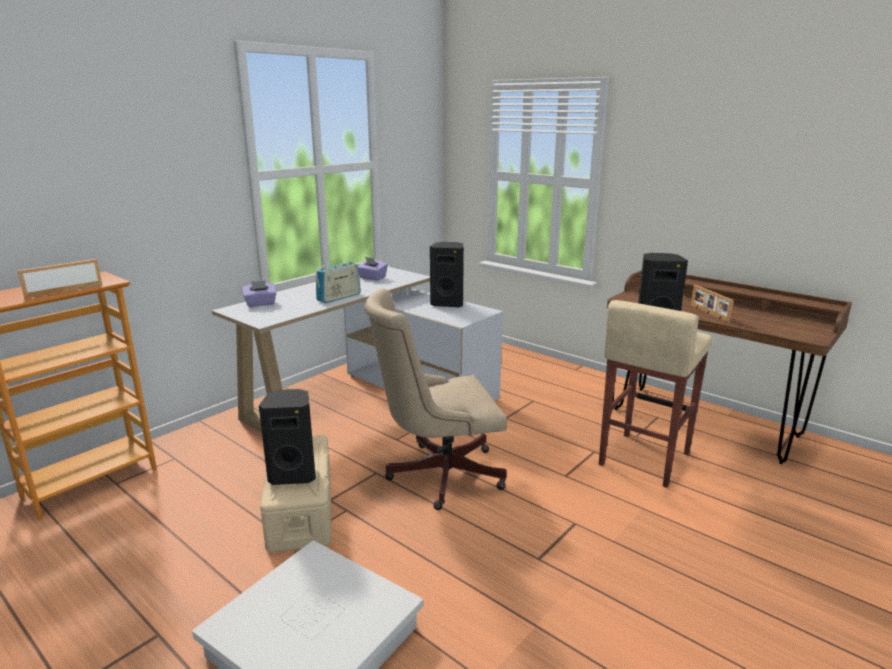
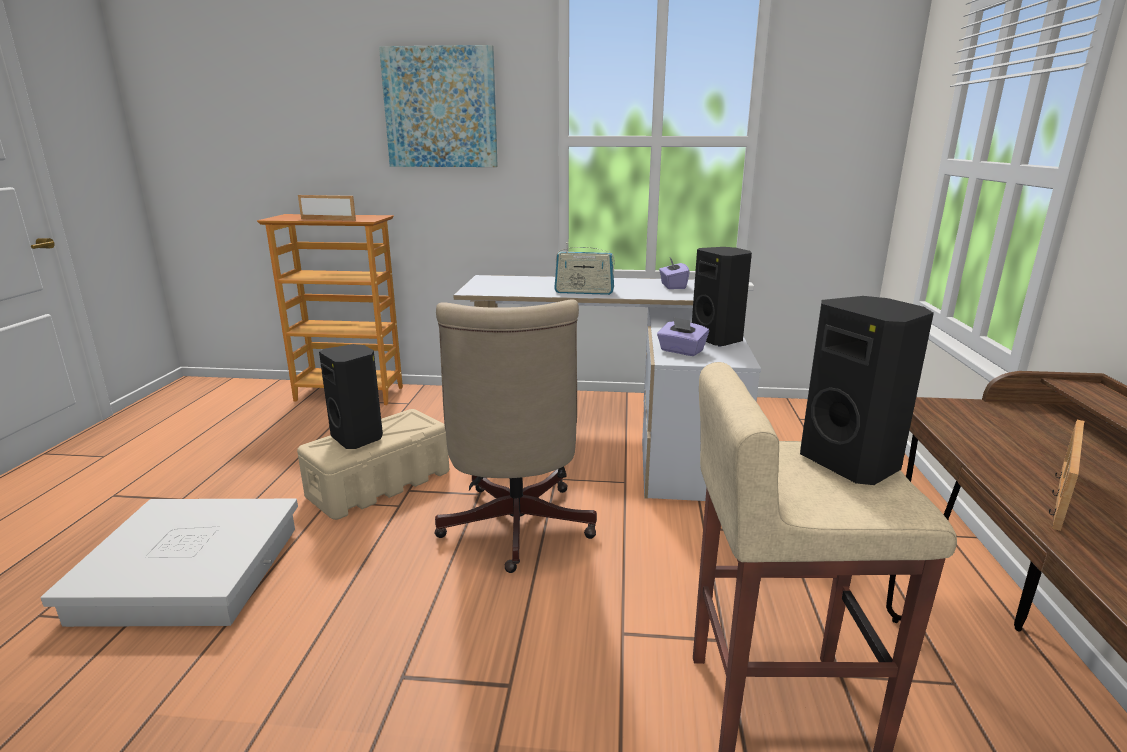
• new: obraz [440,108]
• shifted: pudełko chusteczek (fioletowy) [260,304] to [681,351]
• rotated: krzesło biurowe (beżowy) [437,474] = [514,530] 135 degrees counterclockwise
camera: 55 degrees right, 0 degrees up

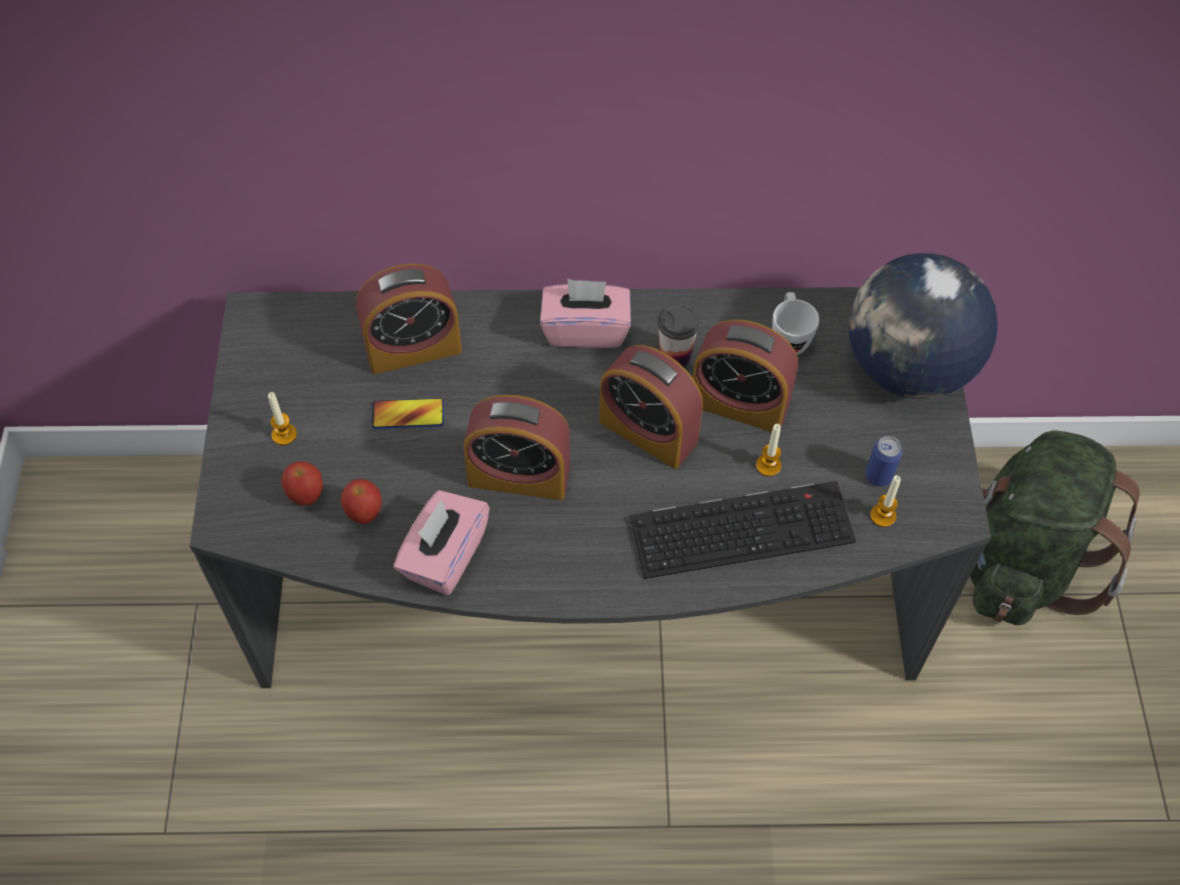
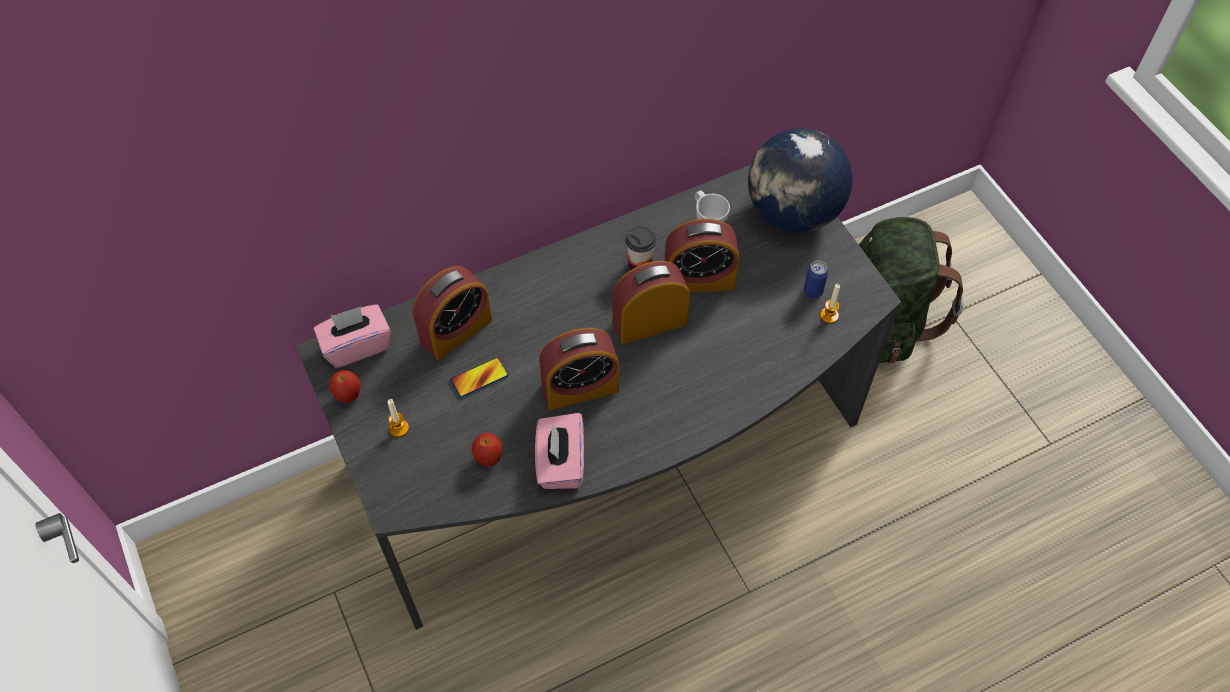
• gone: klawiatura [743,527]
• gone: świeca [768,465]
• shifted: jabłko [306,496] to [348,396]
• shifted: pudełko chusteczek (różowy) [585,329] to [357,345]
• rotated: budzik [648,431] = [650,322] 150 degrees clockwise
camera: 25 degrees left, 0 degrees up

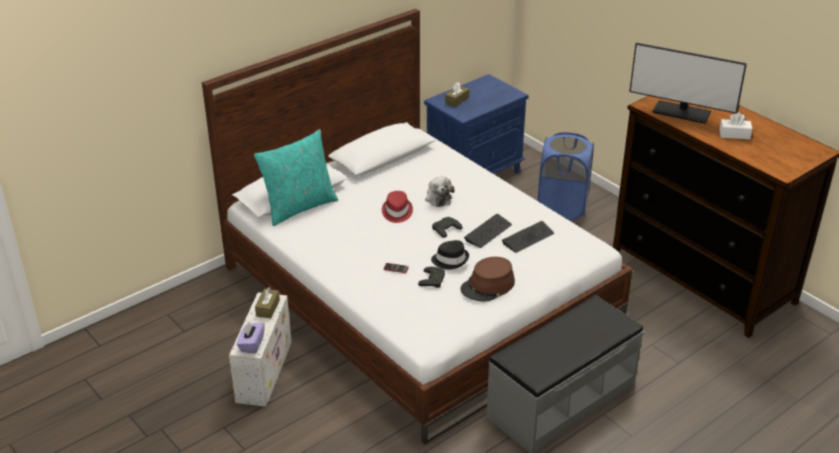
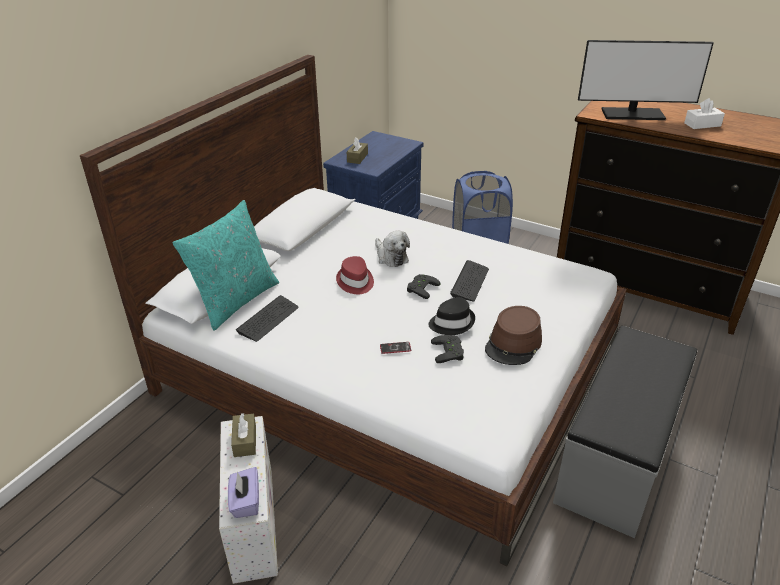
• shifted: klawiatura [528,238] to [268,319]
camera: 20 degrees left, 0 degrees up

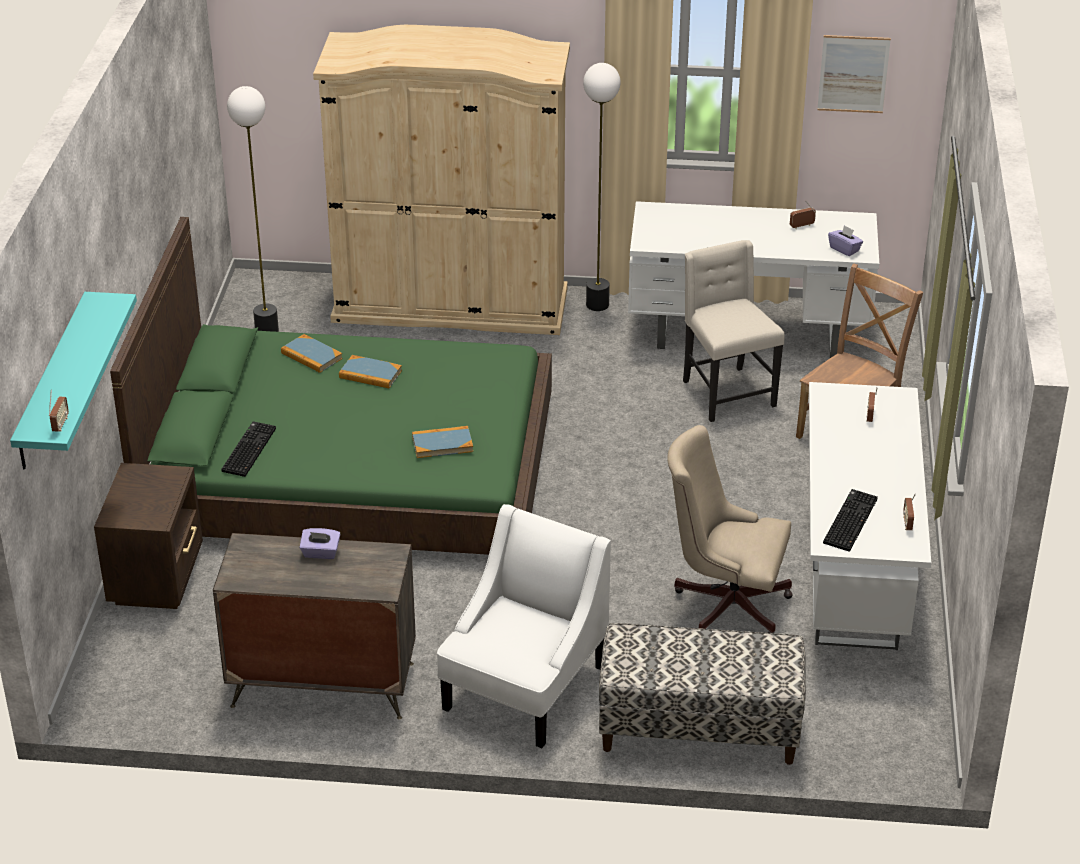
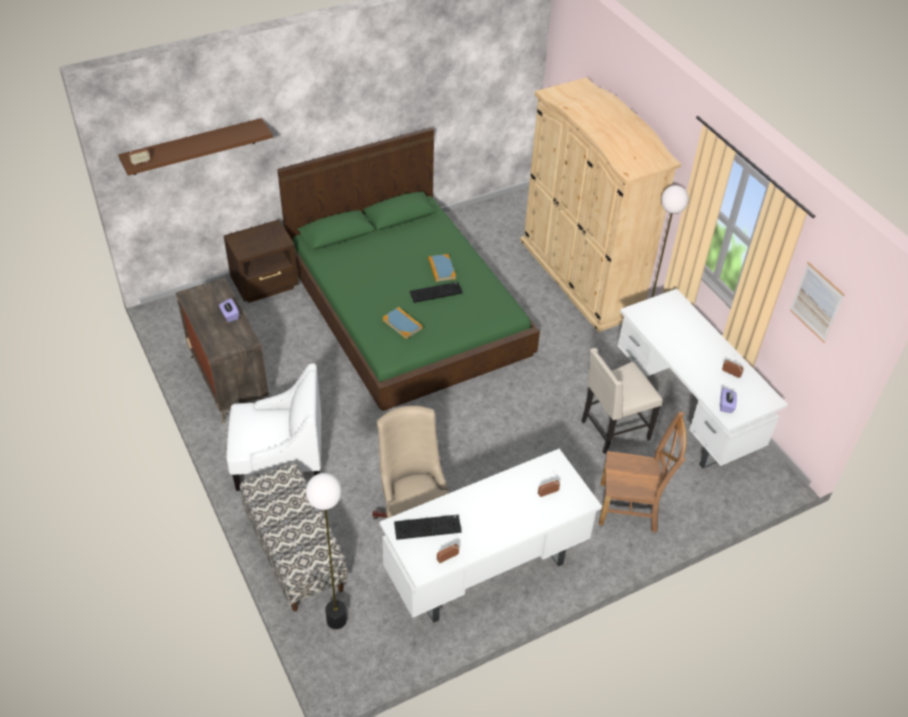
• gone: książka [311,356]
• shifted: klawiatura [248,449] to [436,292]
• shifted: lampa stojąca [266,330] to [337,620]
• repainted: półka (turkusowy) [52,382] to półka (brązowy) [193,147]
• rotated: krzesło (beżowy) [726,393] = [613,430] 150 degrees counterclockwise
camera: 55 degrees right, 10 degrees up

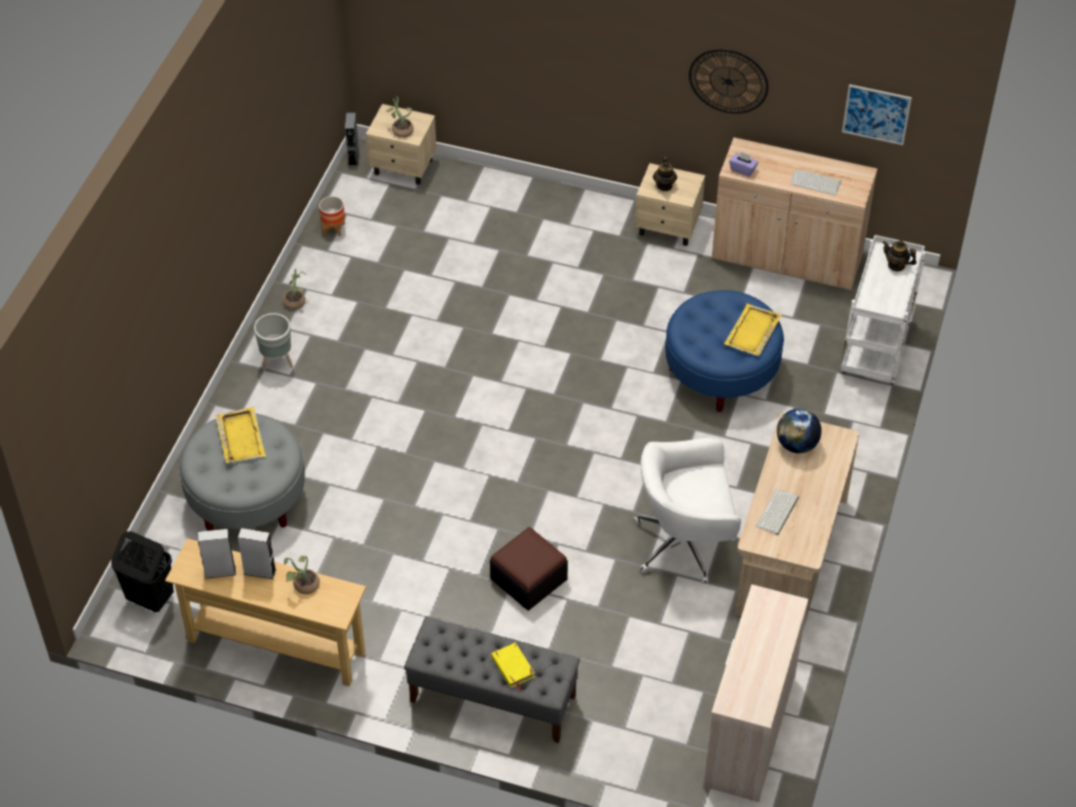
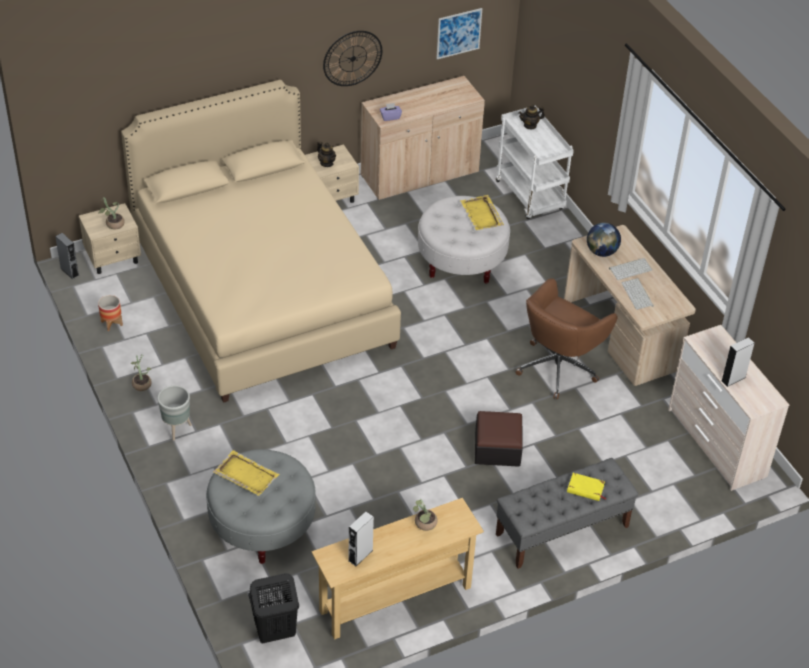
• new: łóżko (beżowy) [262,292]
• shifted: głośnik (szary) [260,572] to [733,379]
• shifted: klawiatura [816,182] to [630,269]
• repainted: krzesło biurowe (biały) [685,543] to krzesło biurowe (brązowy) [559,367]
• repainted: pufa (niebieski) [721,372] to pufa (biały) [461,260]
camera: 45 degrees left, 5 degrees down

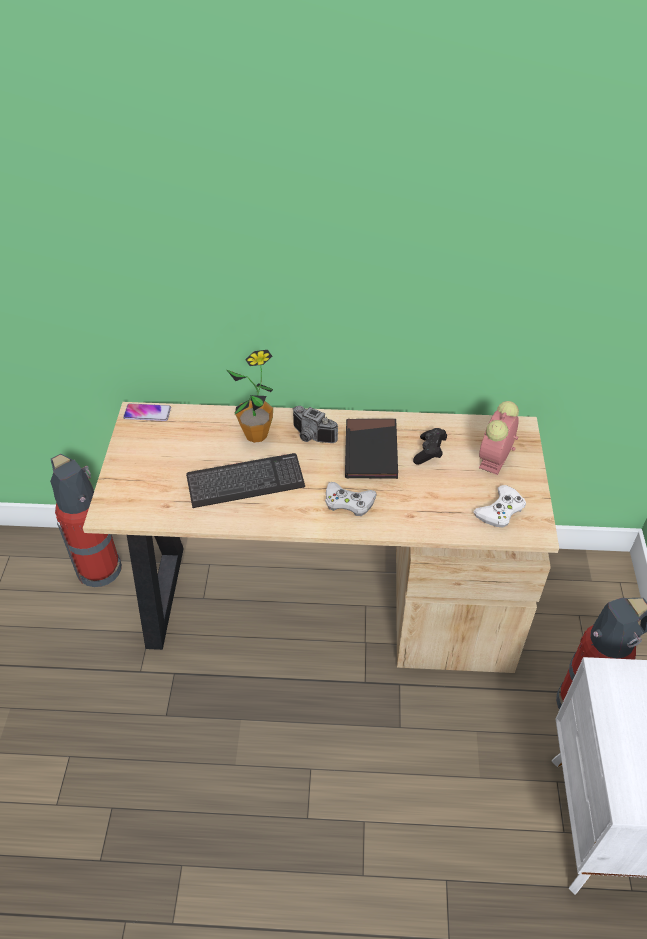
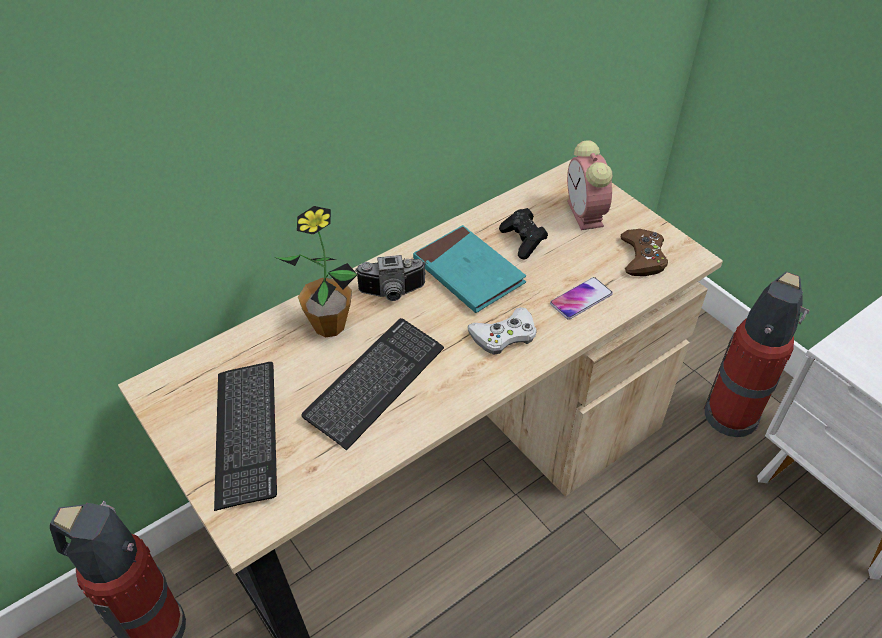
• new: klawiatura [246,434]
• shifted: telefon [147,413] to [581,299]
• repainted: książka (czarny) [371,451] to książka (turkusowy) [468,272]
• repainted: pad do gier (biały) [500,510] to pad do gier (brązowy) [642,257]
camera: 40 degrees left, 0 degrees up

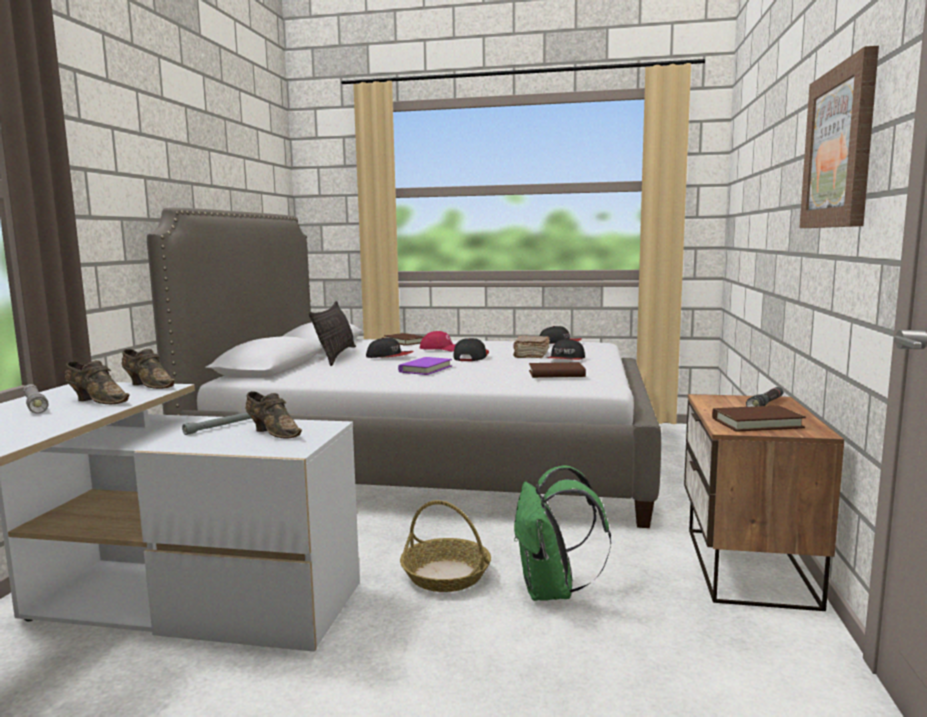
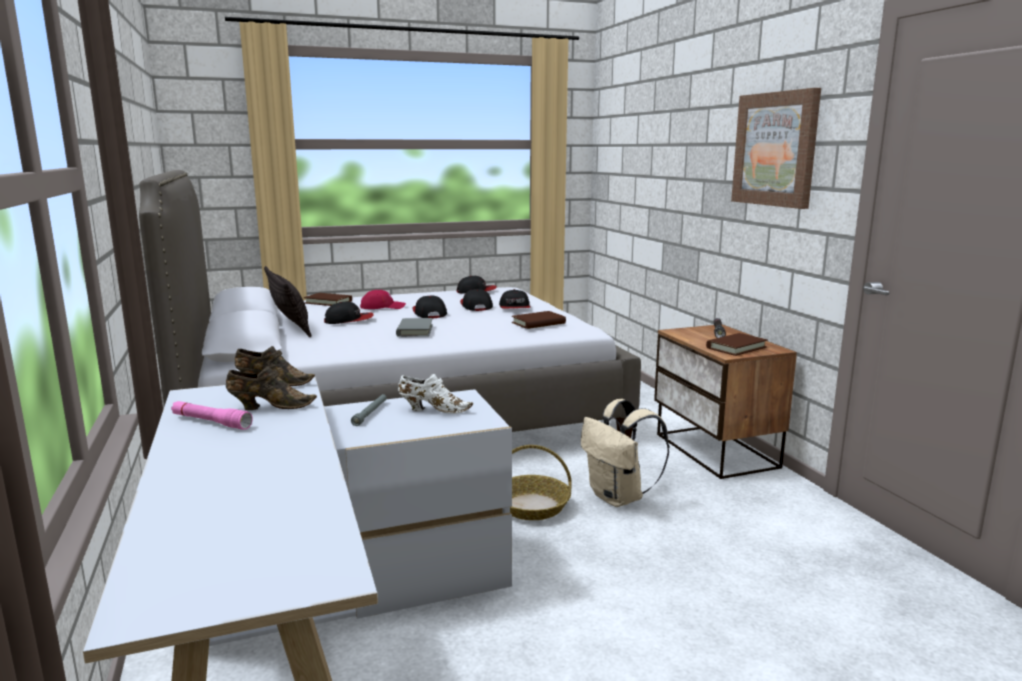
• swapped: książka (brązowy) [531,355] to czapka z daszkiem [476,306]
• repainted: latarka (szary) [35,405] to latarka (różowy) [211,422]
• repainted: but (brązowy) [273,432] to but (biały) [432,410]
• repainted: książka (fioletowy) [425,369] to książka (szary) [415,330]
• repainted: plecak (zielony) [552,591] to plecak (beżowy) [619,498]
camera: 30 degrees left, 5 degrees up

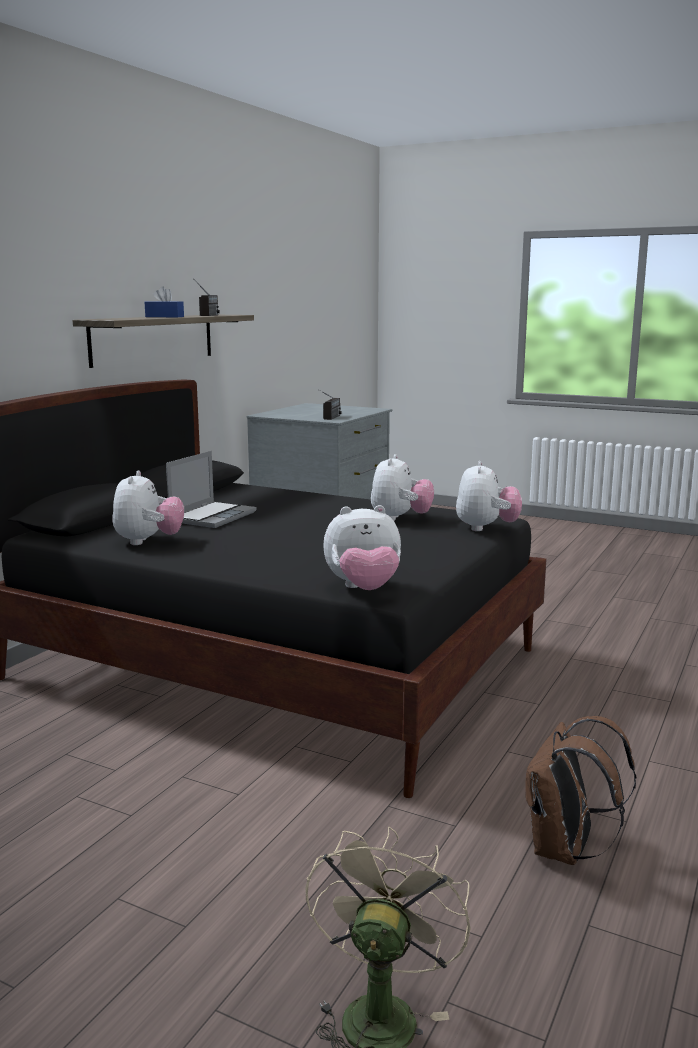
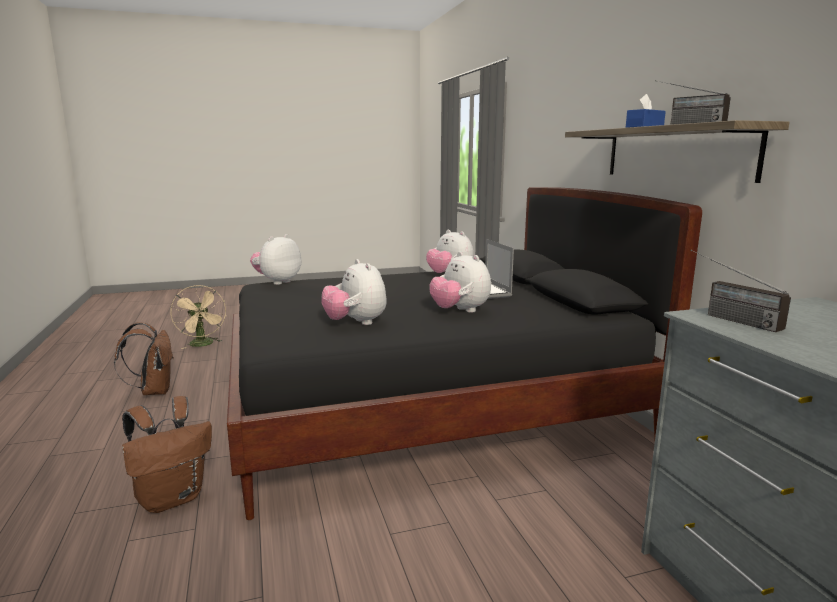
• new: plecak (brązowy) [172,498]
• shifted: pluszak [486,528] to [460,311]
camera: 135 degrees right, 0 degrees up

